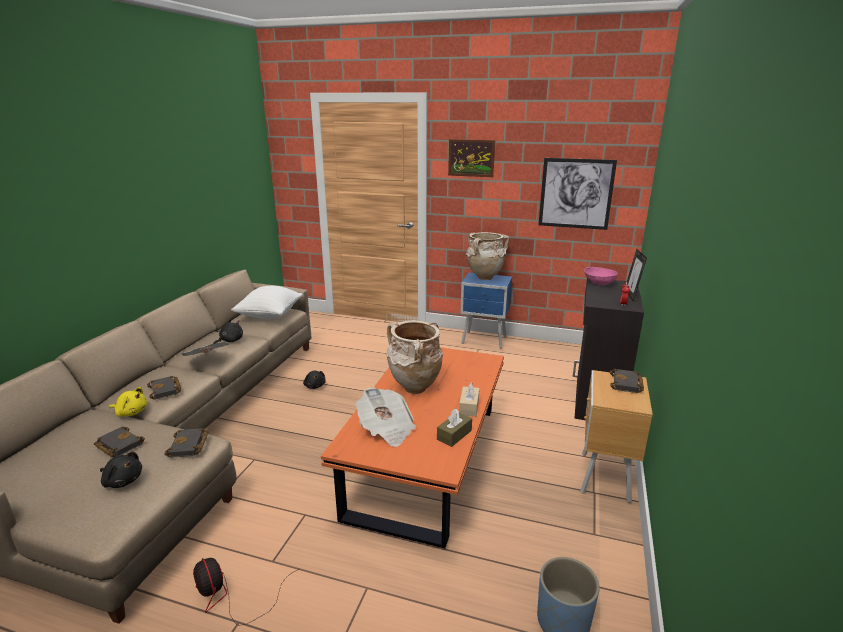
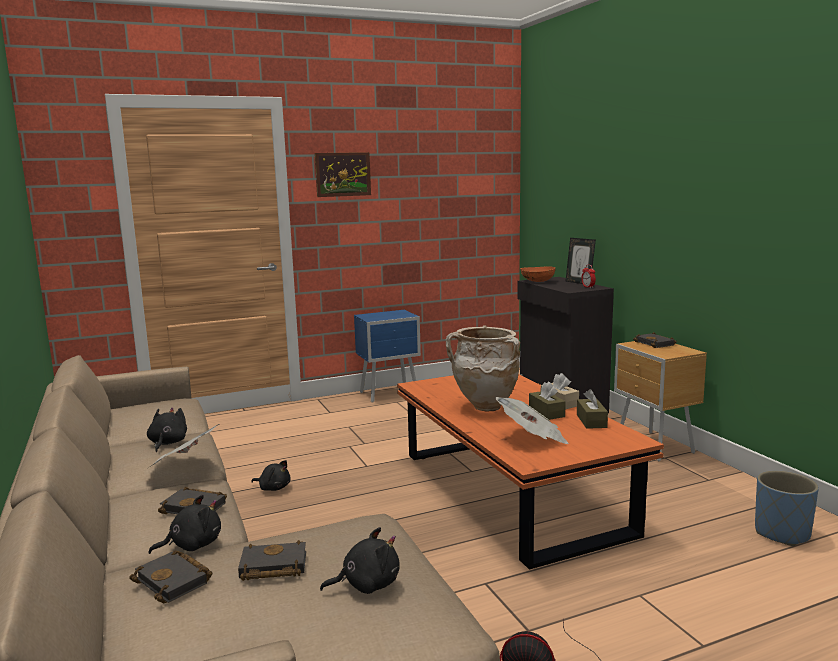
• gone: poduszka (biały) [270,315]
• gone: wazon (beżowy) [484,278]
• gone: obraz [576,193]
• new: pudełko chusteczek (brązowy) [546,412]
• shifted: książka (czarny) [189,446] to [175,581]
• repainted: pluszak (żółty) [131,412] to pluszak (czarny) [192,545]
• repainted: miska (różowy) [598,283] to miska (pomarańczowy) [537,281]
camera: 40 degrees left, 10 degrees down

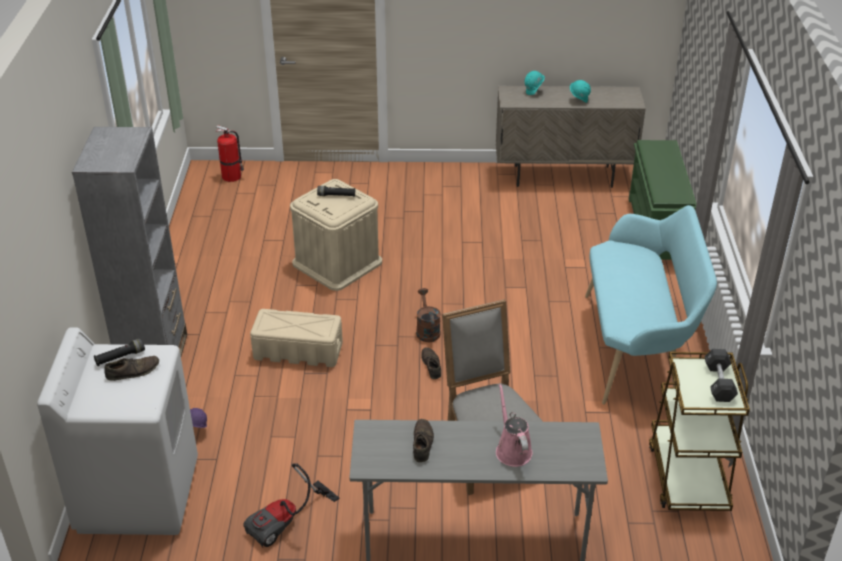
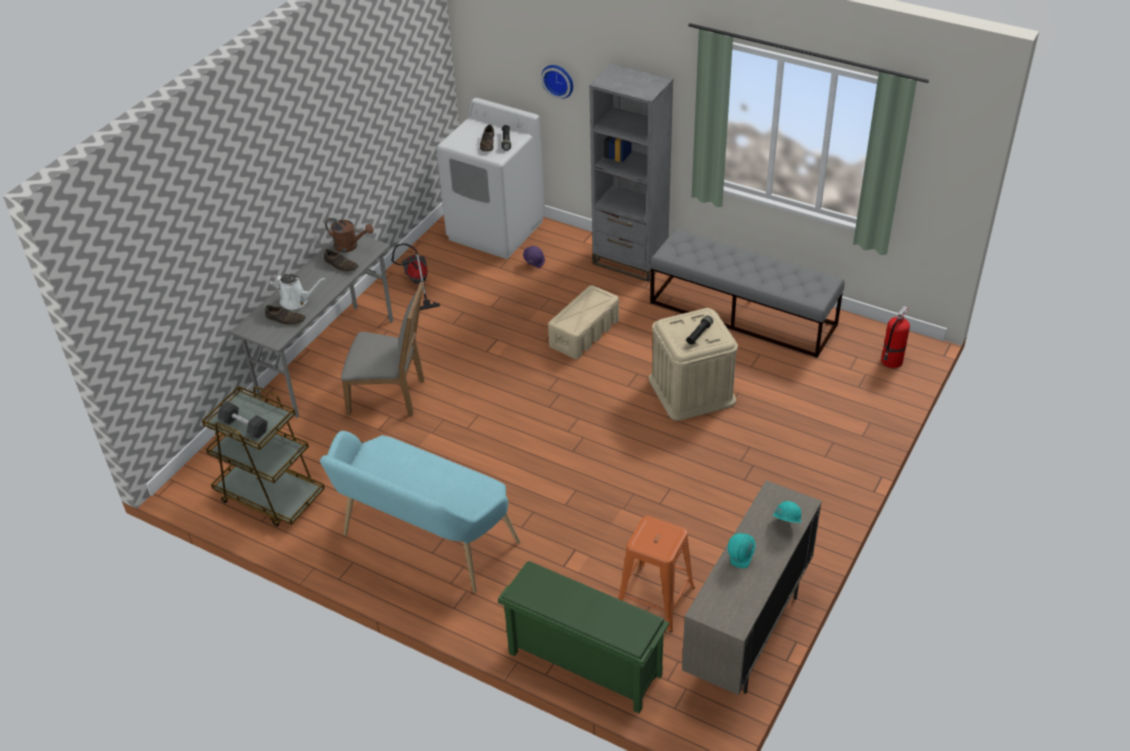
• new: zegar ścienny [558,80]
• new: stołek (pomarańczowy) [655,598]
• new: ławka (szary) [743,314]
• shifted: konewka (brązowy) [427,330] to [350,246]
• shifted: but (brązowy) [431,365] to [285,319]
• repainted: konewka (różowy) [512,449] to konewka (biały) [297,301]
camera: 120 degrees right, 5 degrees up

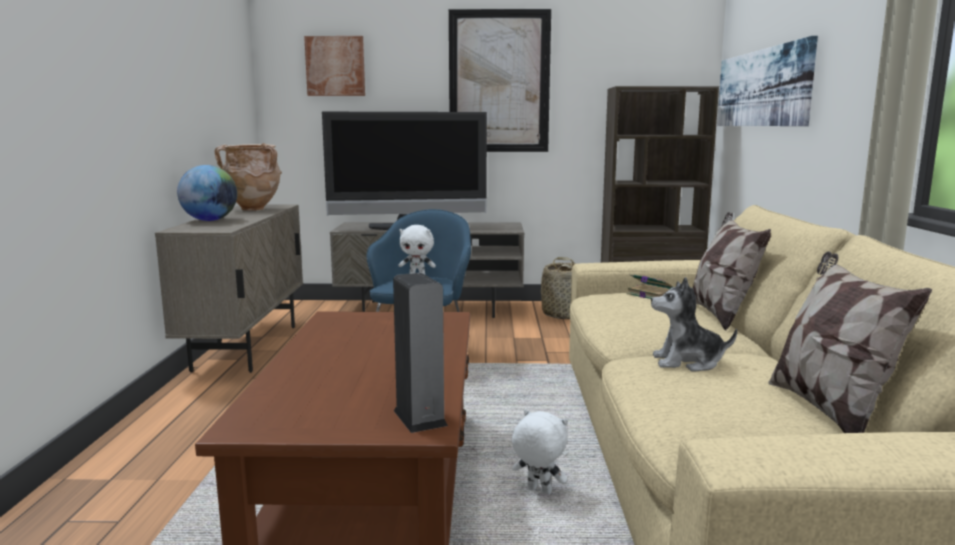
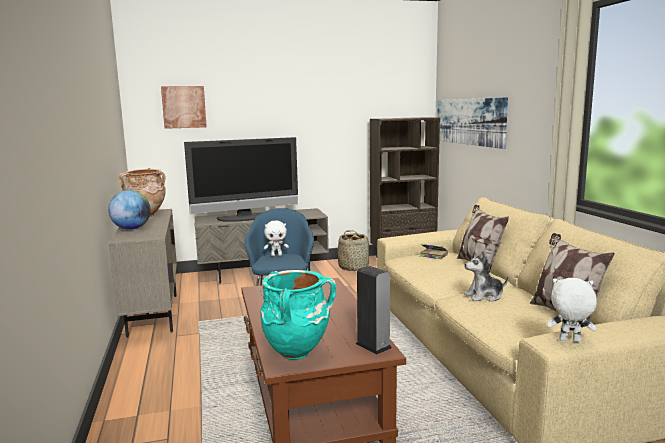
• gone: obraz [499,82]
• new: wazon (turkusowy) [297,355]
• shifted: pluszak (biały) [538,491] to [569,341]
camera: 15 degrees left, 0 degrees up

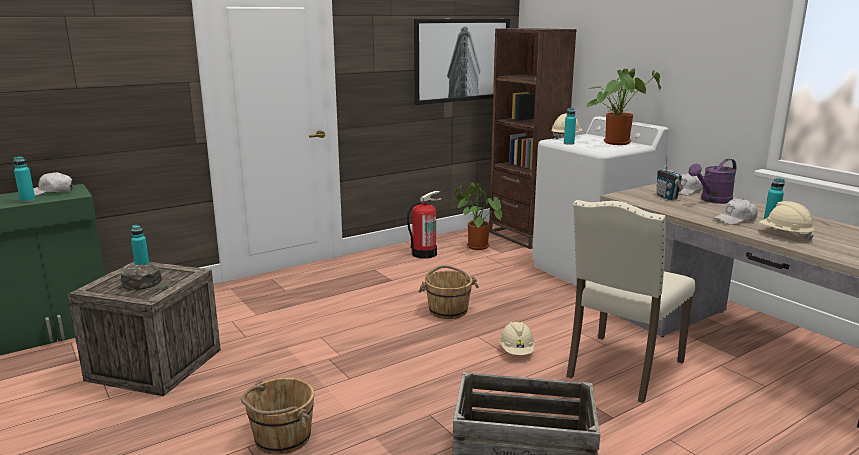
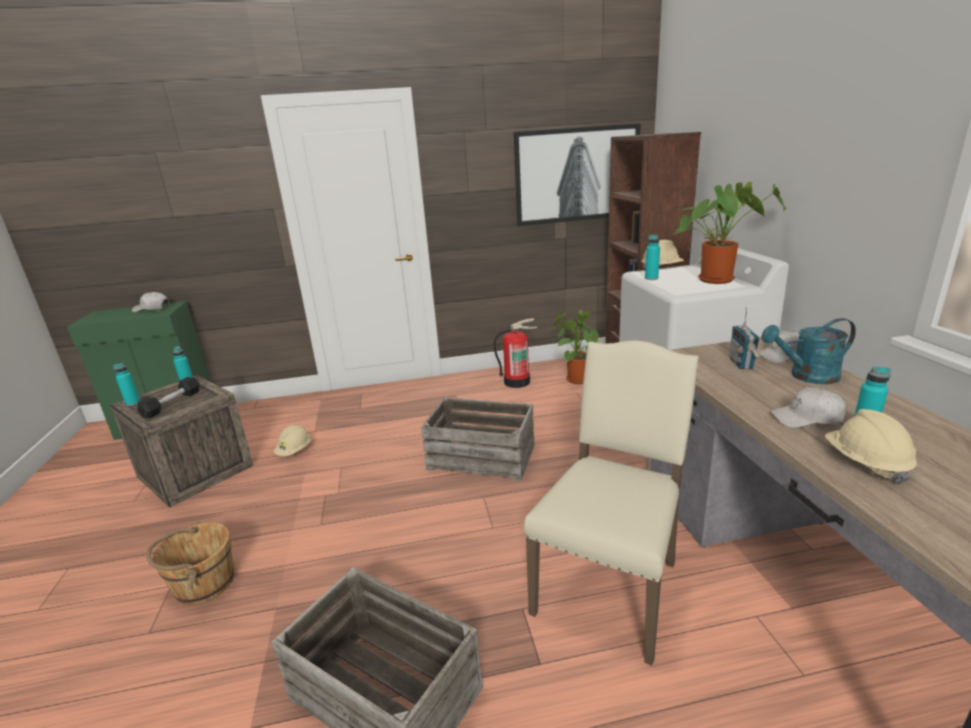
• shifted: butelka (turkusowy) [27,200] to [133,403]
• shifted: kask (beżowy) [516,351] to [295,451]
• swapped: czapka z daszkiem (zielony) [150,284] to hantel (czarny) [172,404]
• swapped: wiadro (brązowy) [448,310] to skrzynka [482,456]
• repainted: konewka (fioletowy) [712,200] to konewka (turkusowy) [807,376]
• rotated: krzesło (beżowy) [621,369] = [610,586] 150 degrees clockwise
camera: 25 degrees right, 5 degrees up

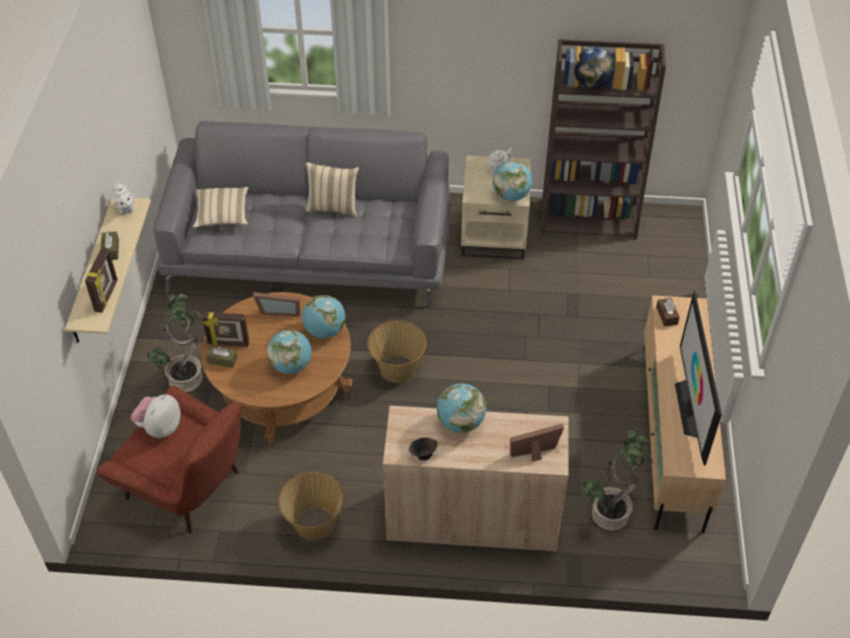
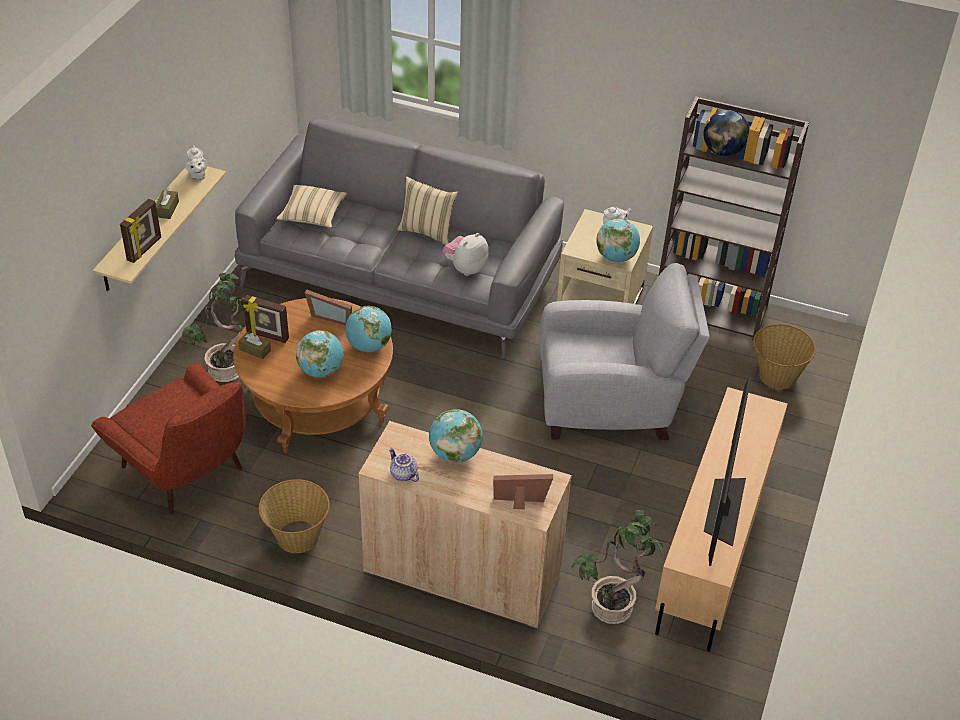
• gone: pudełko chusteczek (brązowy) [666,315]
• new: fotel (szary) [611,404]
• shifted: pluszak [160,427] to [465,268]
• shifted: koszyk [397,369] to [777,376]
• swapped: miska (brązowy) [423,454] to imbryk [403,474]
camera: 15 degrees right, 5 degrees down

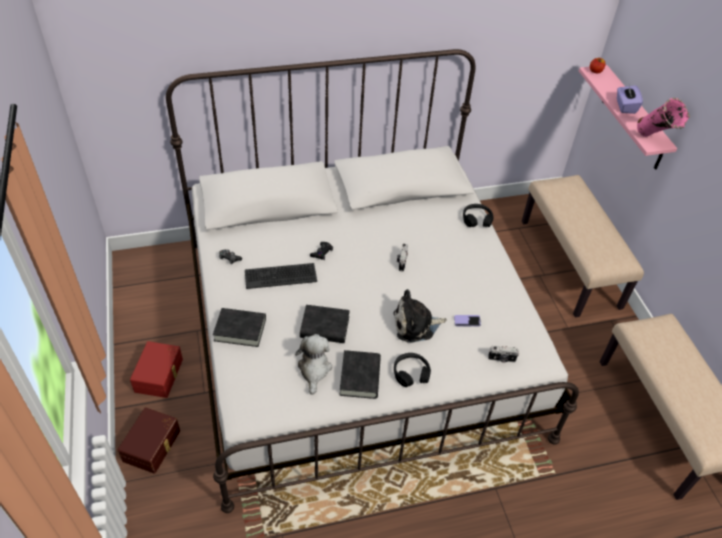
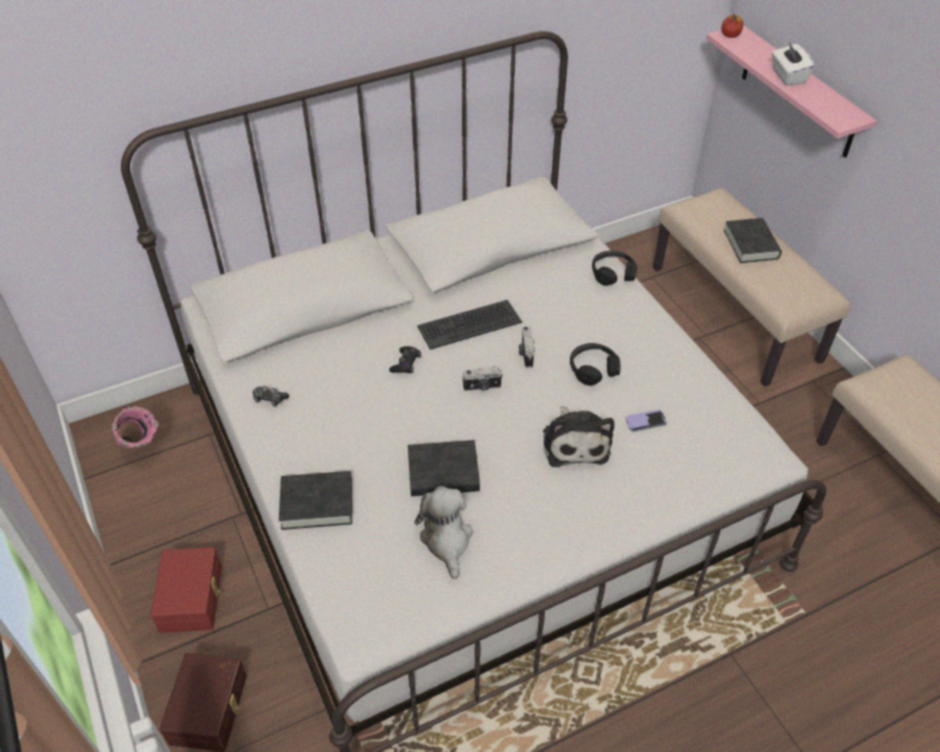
• shifted: klawiatura [280,276] to [469,324]
• shifted: książka (czarny) [360,377] to [751,244]
• shifted: słuchawki (czarny) [411,373] to [593,369]
• shifted: aparat fotograficzny [501,359] to [482,387]
• shifted: wazon (różowy) [654,140] to [142,452]
• repainted: pudełko chusteczek (fioletowy) [625,106] to pudełko chusteczek (biały) [787,76]
• rotated: pluszak [416,325] = [575,442] 75 degrees counterclockwise
camera: 10 degrees left, 0 degrees up

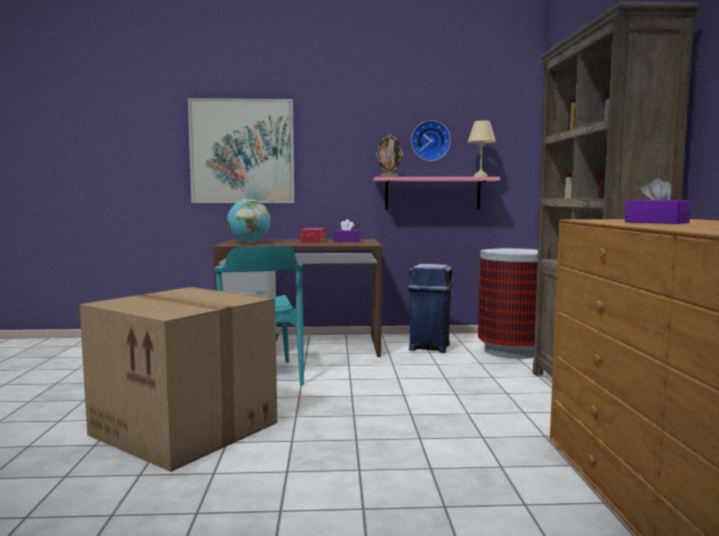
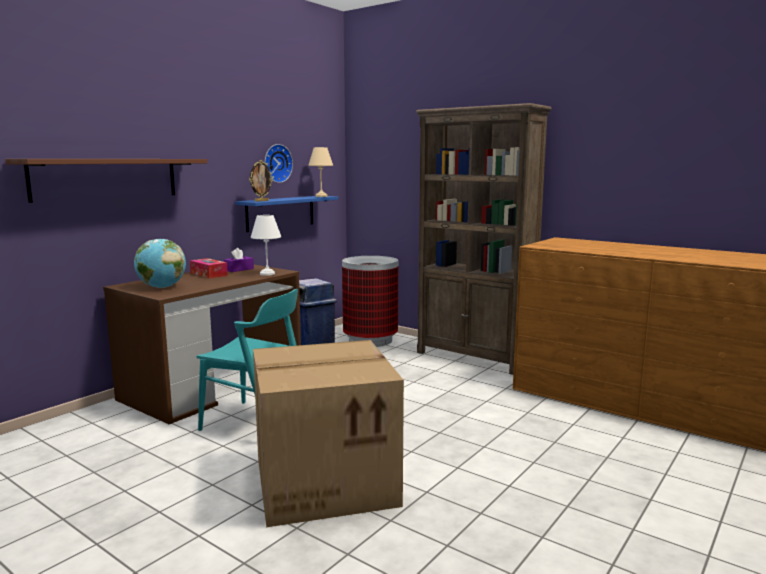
• gone: pudełko chusteczek (fioletowy) [656,222]
• new: lampa stołowa (biały) [268,274]
• swapped: obraz [242,151] to półka (brązowy) [106,178]
• repainted: półka (różowy) [432,193] to półka (niebieski) [280,213]
camera: 50 degrees left, 5 degrees up

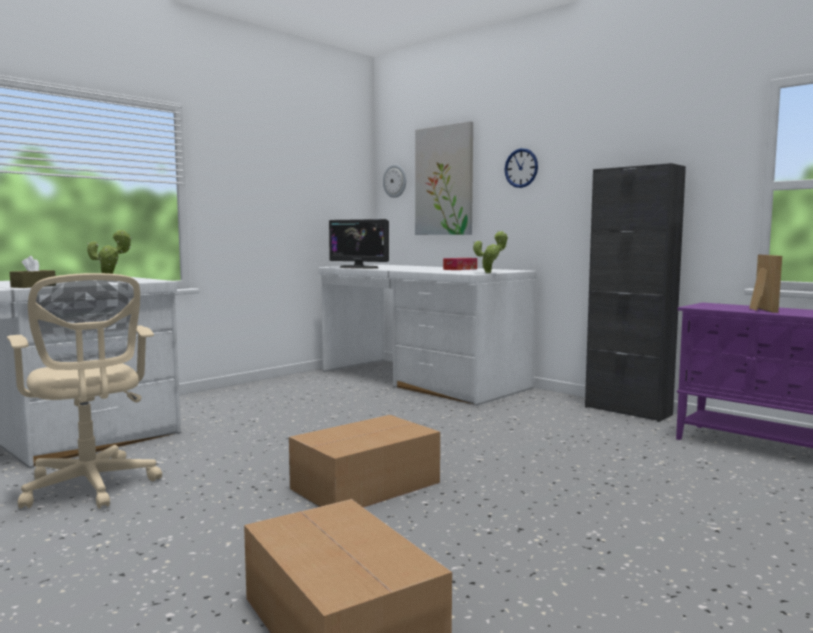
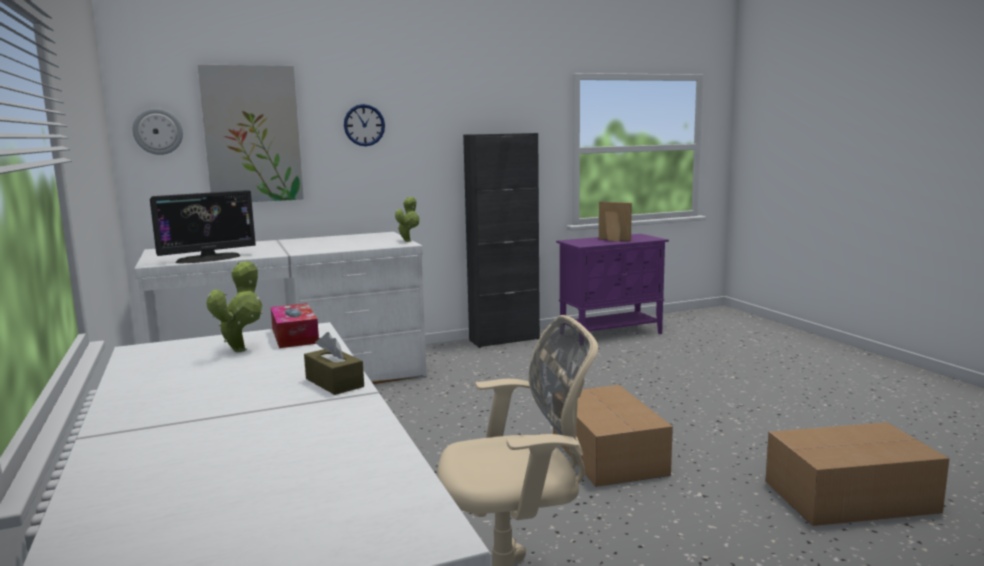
• shifted: pudełko chusteczek [460,269] to [295,336]
camera: 65 degrees left, 5 degrees up

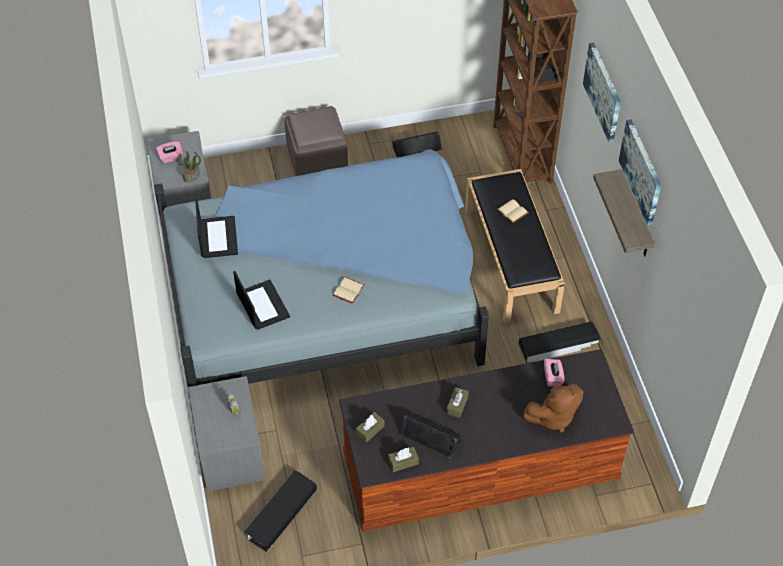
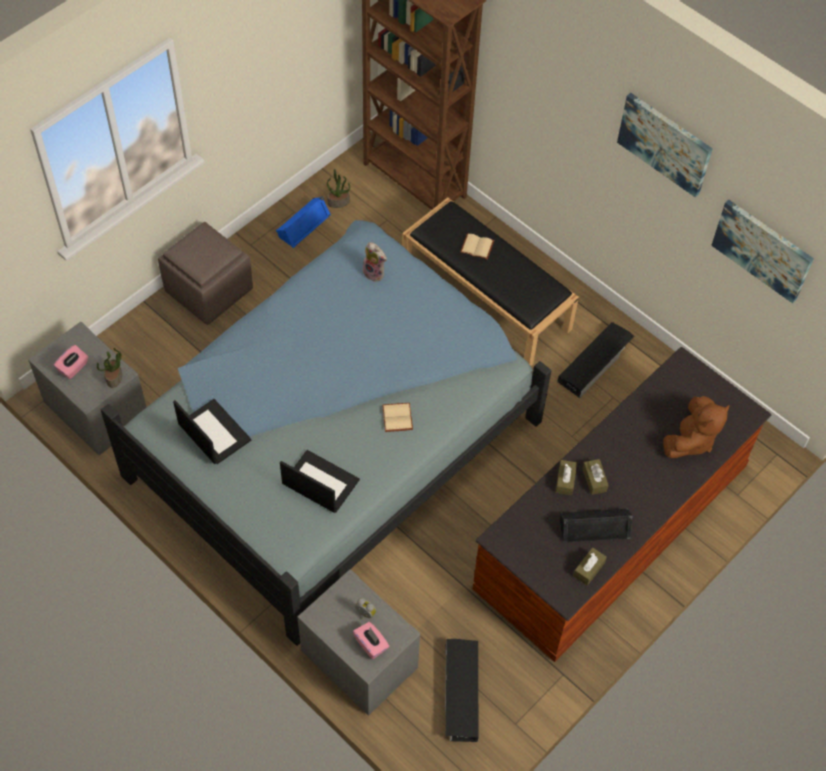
• gone: półka [635,216]
• new: roślina doniczkowa [338,202]
• new: pluszak [375,273]
• shifted: pudełko chusteczek (brązowy) [370,430] to [565,480]
• shifted: pudełko chusteczek (różowy) [553,377] to [371,644]
• shifted: obraz [603,92] to [762,250]
• repainted: głośnik (czarny) [416,147] to głośnik (niebieski) [303,224]
camera: 35 degrees left, 5 degrees up

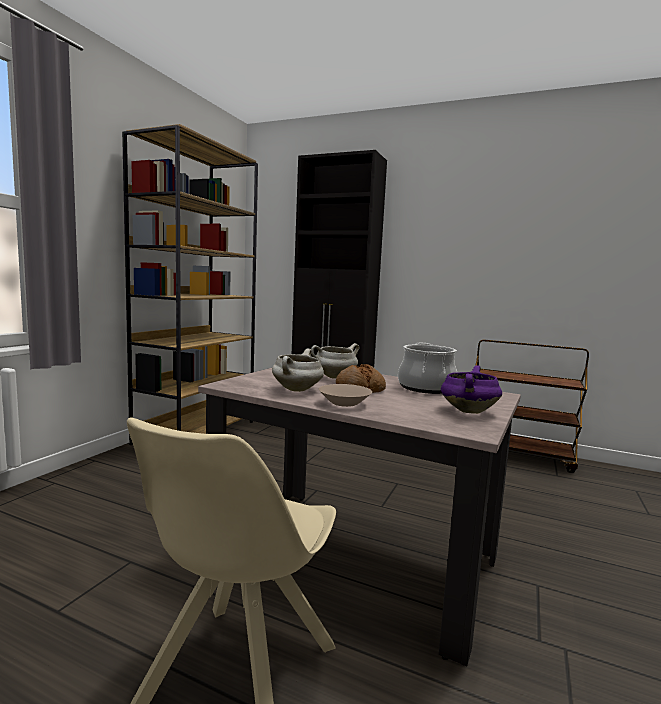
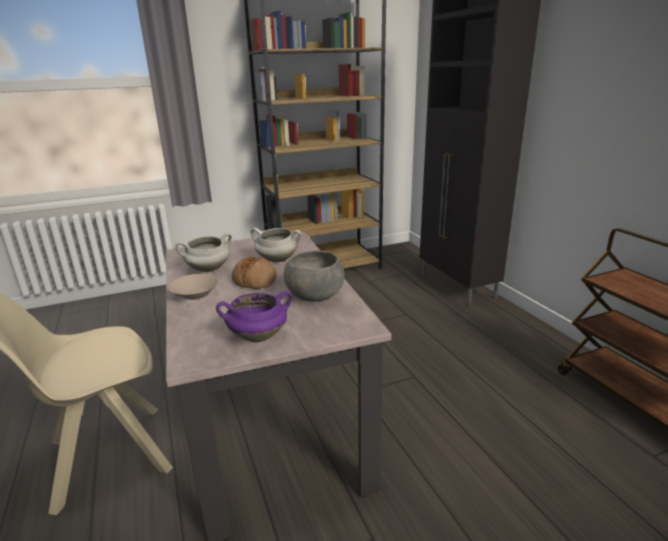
• swapped: garnek [426,388] to miska (szary) [315,295]
camera: 45 degrees right, 15 degrees up

